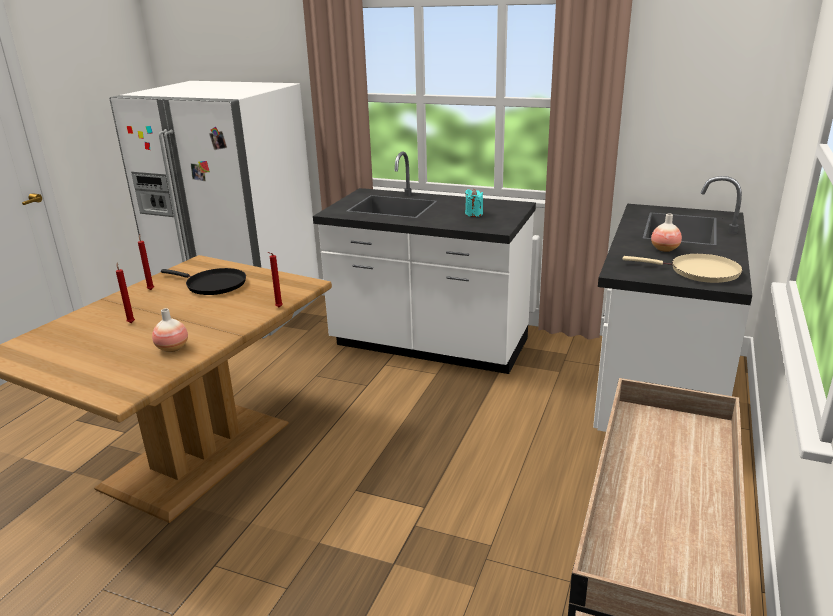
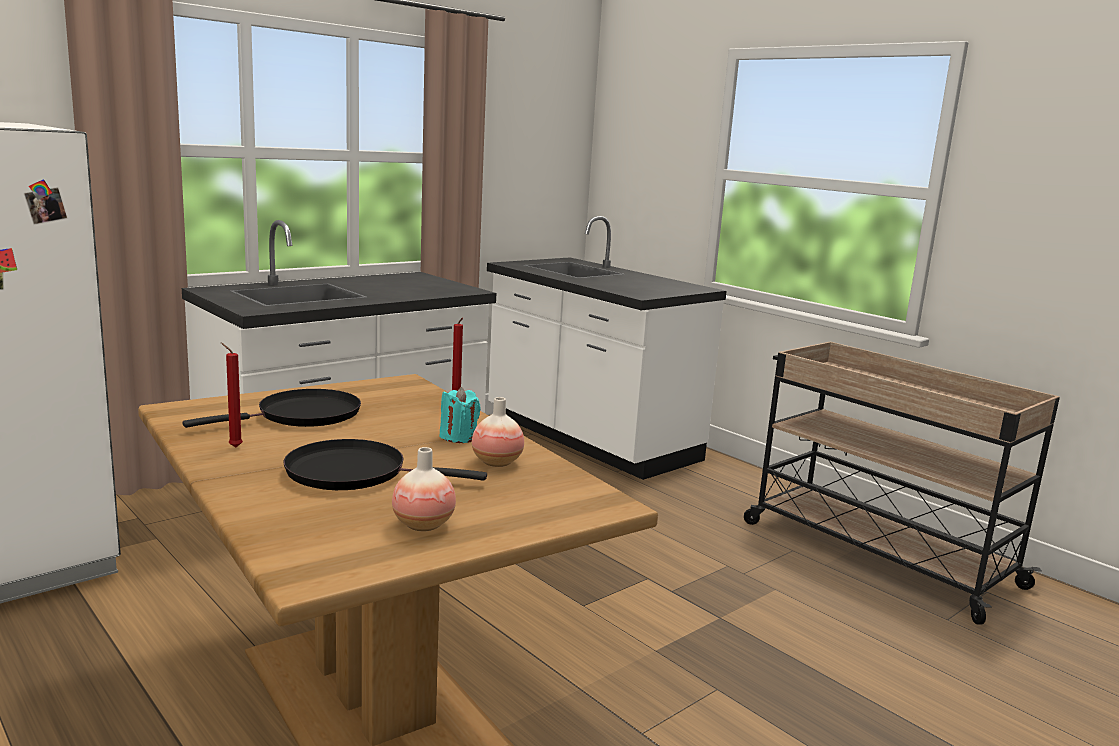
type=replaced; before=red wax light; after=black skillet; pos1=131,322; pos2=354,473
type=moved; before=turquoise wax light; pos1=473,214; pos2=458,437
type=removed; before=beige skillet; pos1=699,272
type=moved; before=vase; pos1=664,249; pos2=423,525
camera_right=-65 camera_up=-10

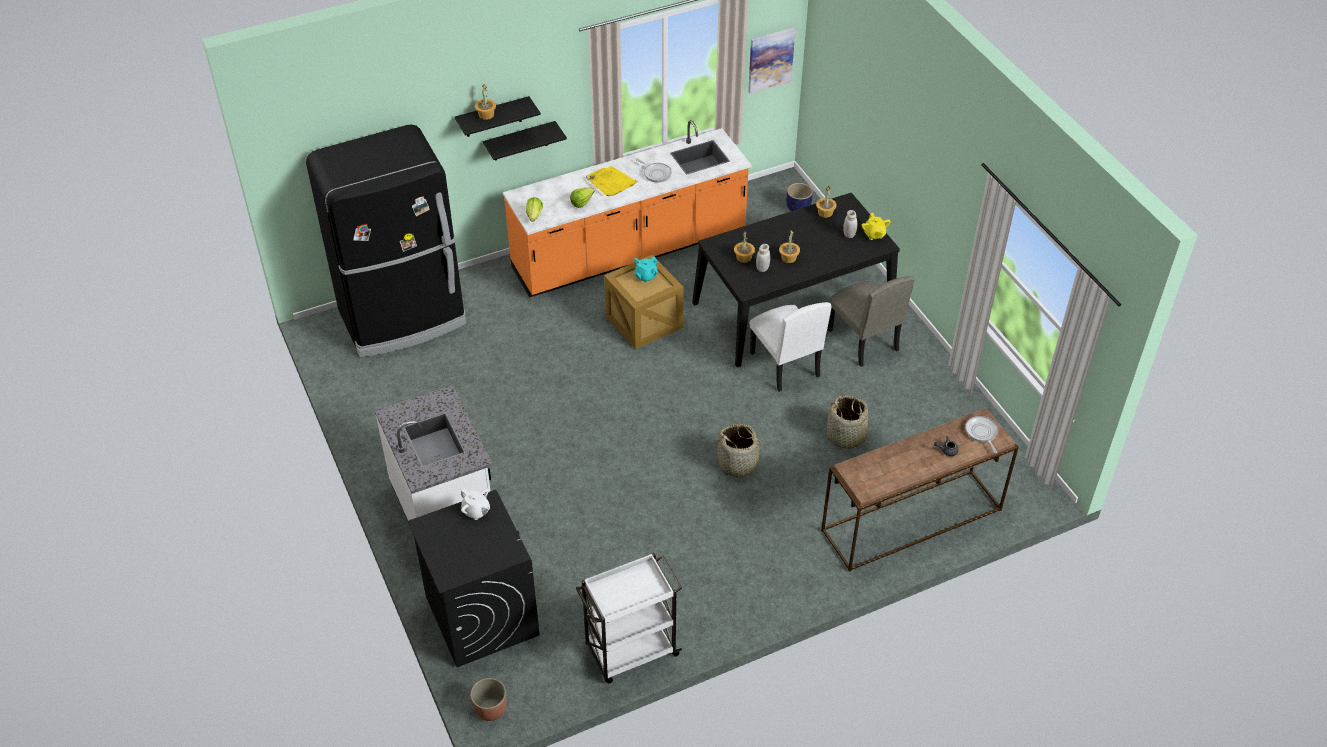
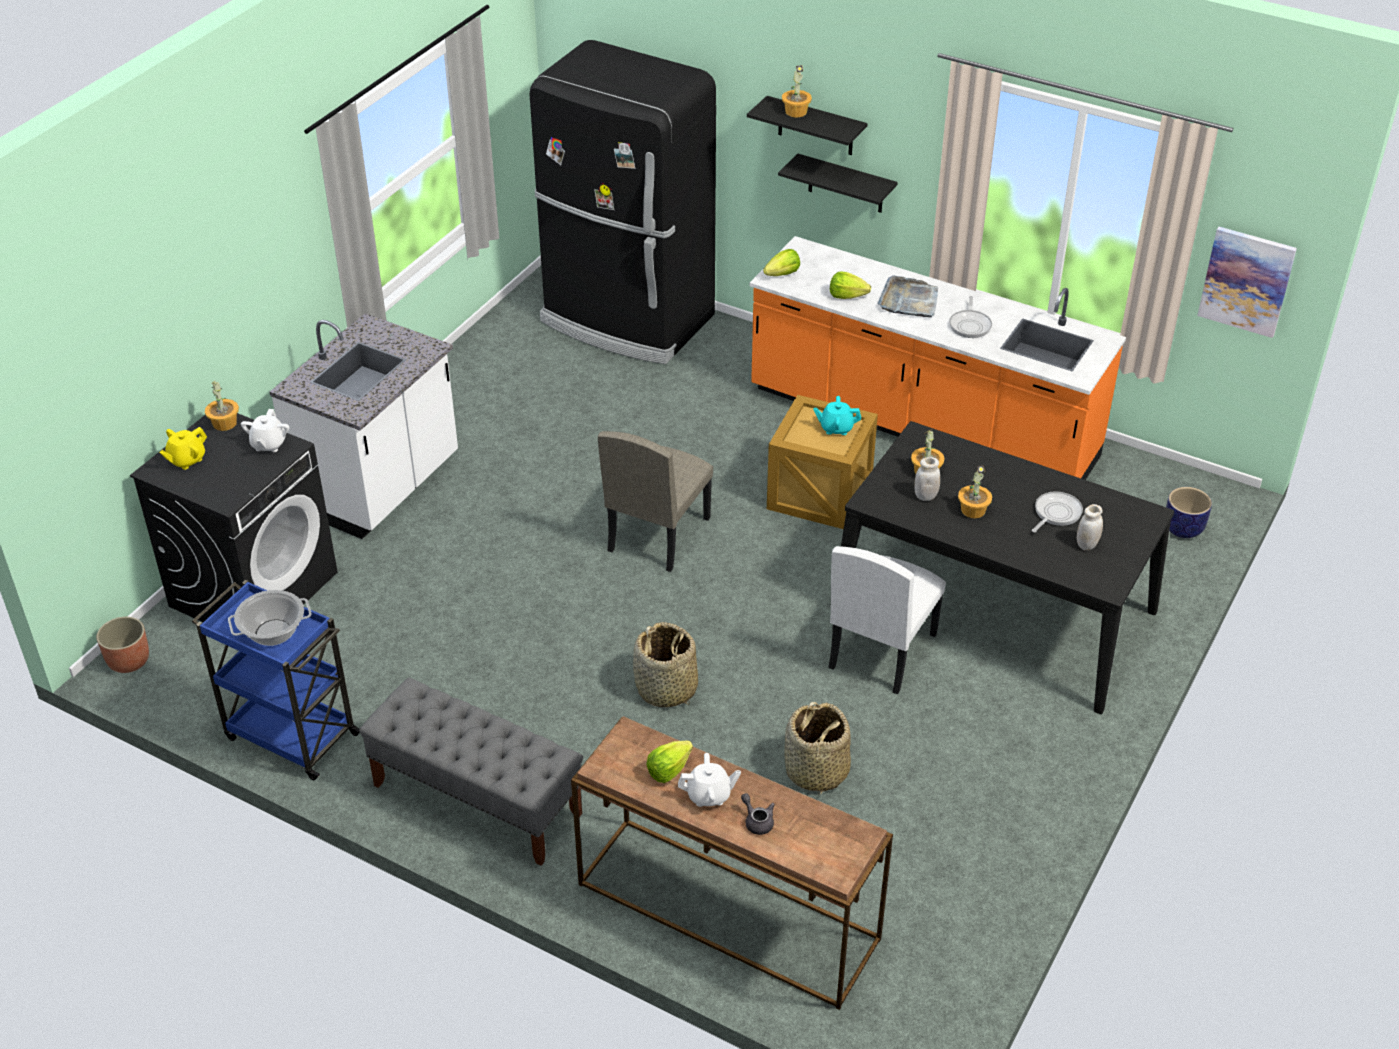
type=recoloured; before=white wheeled cart; after=bluish wheeled cart; pos1=630,651; pos2=290,735
type=recoloured; before=yellowish serving tray; after=greyish serving tray; pos1=611,182; pos2=909,300
type=moved; before=houseplant; pos1=825,212; pos2=225,423
type=moved; before=beige upright chair; pos1=862,340; pos2=658,534
type=moved; before=yellowish teapot; pos1=874,234; pos2=186,460
type=moved; before=skillet; pos1=982,433; pos2=1055,513
type=added; after=cooking pot; pos2=273,633
type=added; after=greyish long seat; pos2=476,799
type=added; after=head of lettuce; pos2=668,770
type=added; after=white teapot; pos2=709,795
camera_right=55 camera_up=-5

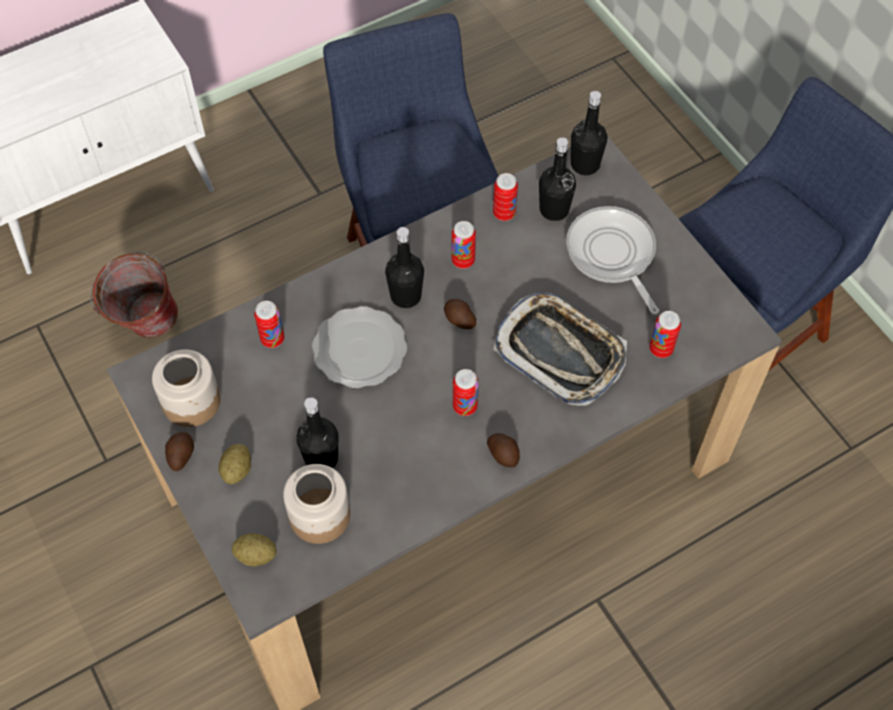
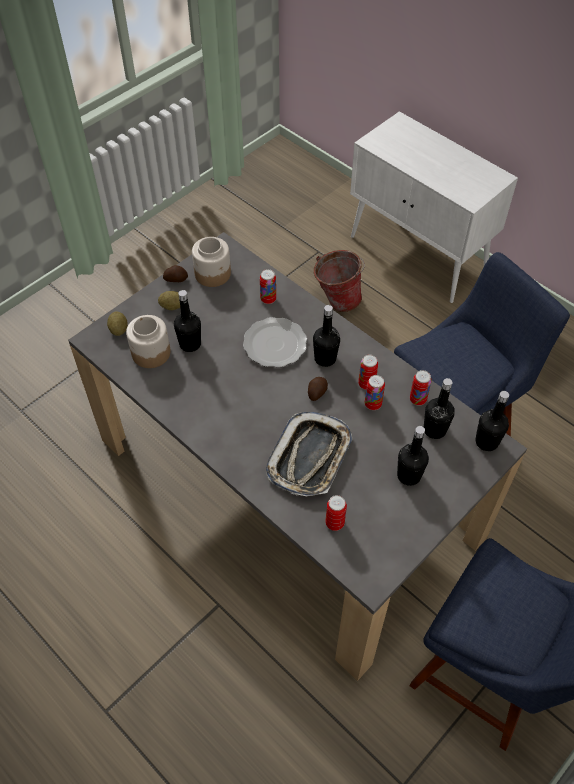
type=moved; before=sealed can; pos1=465,406; pos2=373,404
type=removed; before=whole potato; pos1=503,454
type=replaced; before=skillet; after=black drink bottle; pos1=612,255; pos2=409,475
camera_right=75 camera_up=-5

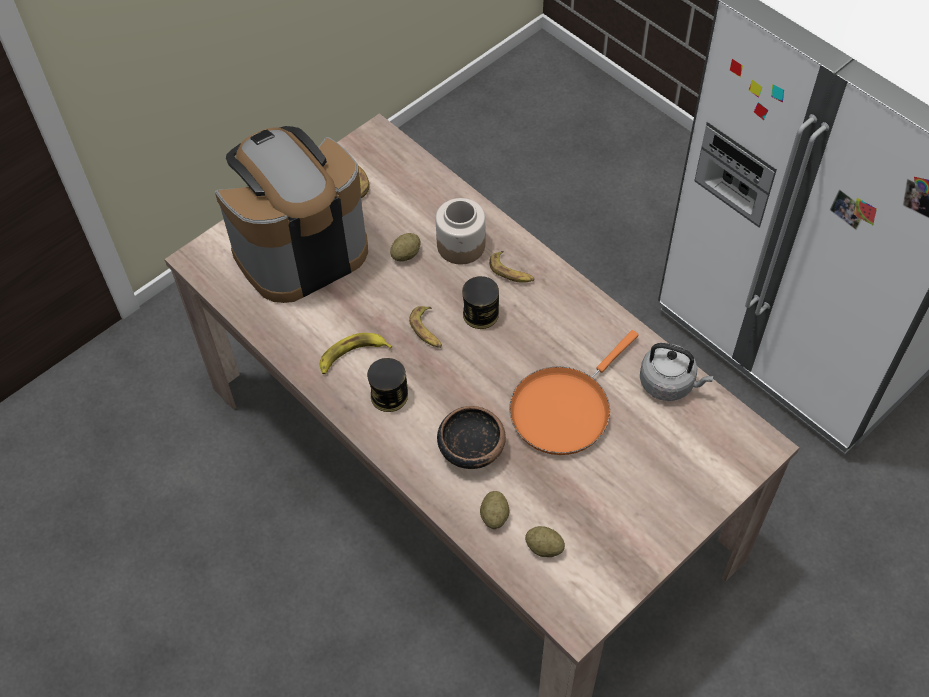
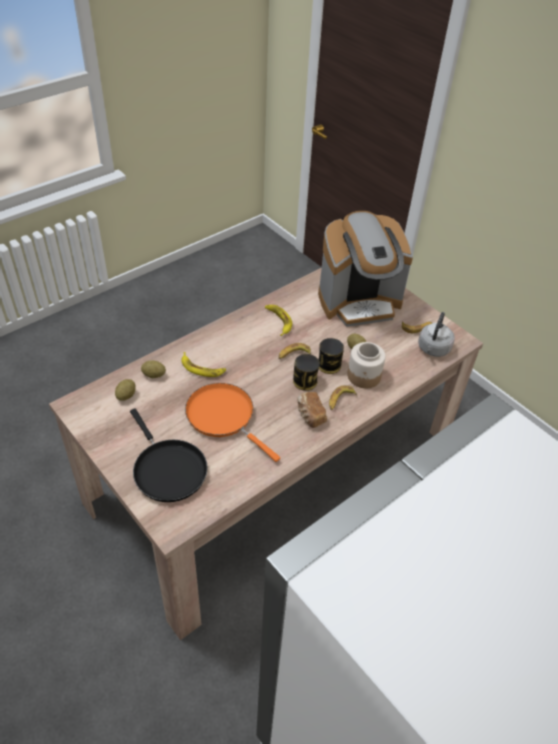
type=turned; before=coffee machine; pos1=300,250; pos2=359,302; turn=105
type=moved; before=sealed can; pos1=389,395; pos2=329,365
type=replaced; before=serving bowl; after=banana; pos1=471,449; pos2=202,368
type=moved; before=greyish kettle; pos1=669,383; pos2=433,349
type=added; after=black skillet; pos2=167,469
type=added; after=baked bread; pos2=309,415
camera_right=90 camera_up=-10

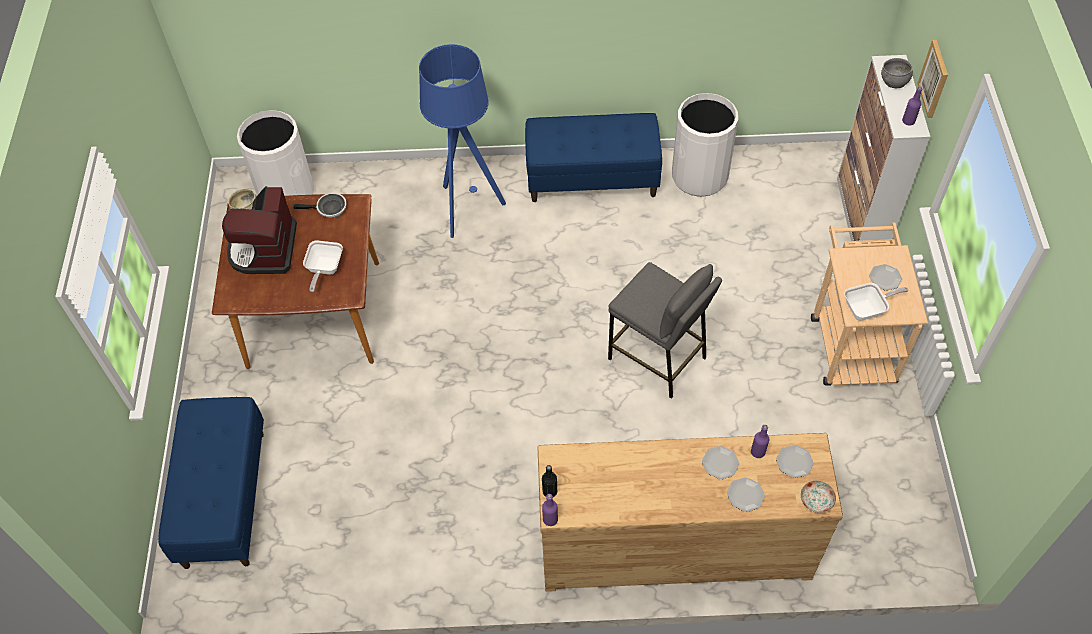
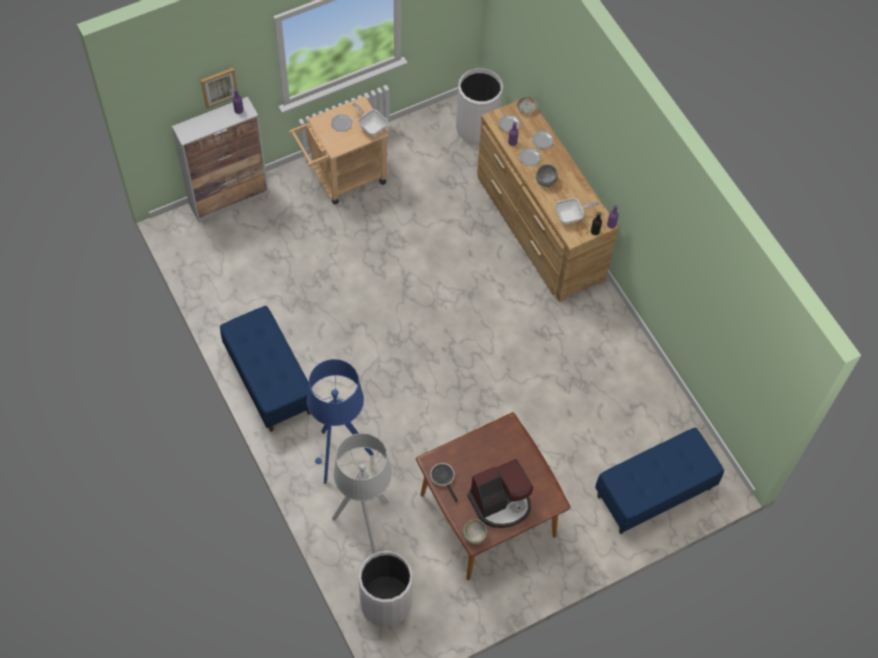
type=moved; before=skillet; pos1=324,269; pos2=571,216
type=removed; before=greyish sitting stool; pos1=657,358
type=moved; before=white rubbish bin; pos1=699,176; pos2=477,127
type=moved; before=greyish serving bowl; pos1=894,81; pos2=546,181
type=added; after=greyish standing lamp; pos2=365,525
camera_right=-120 camera_up=5

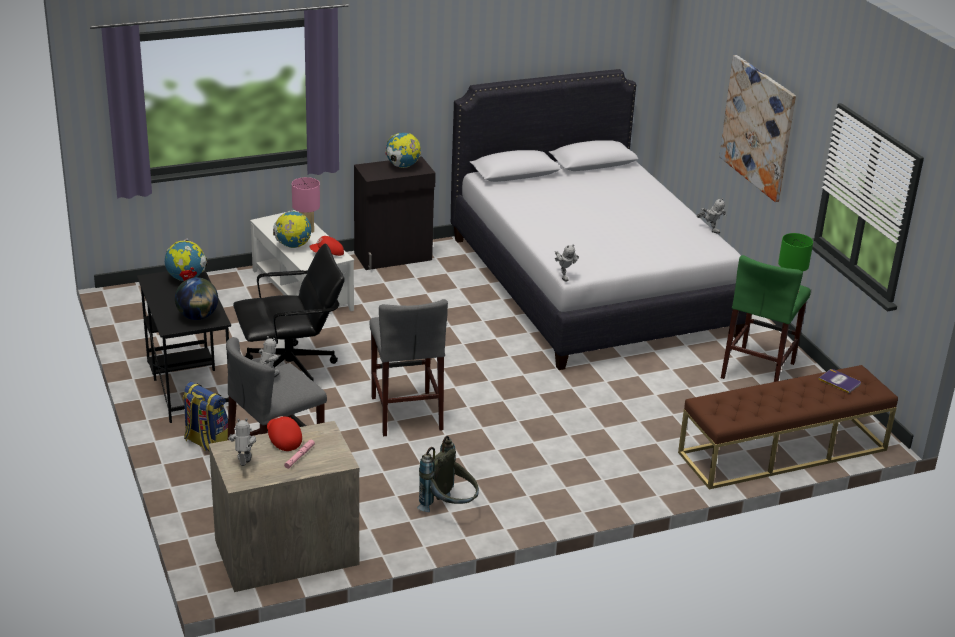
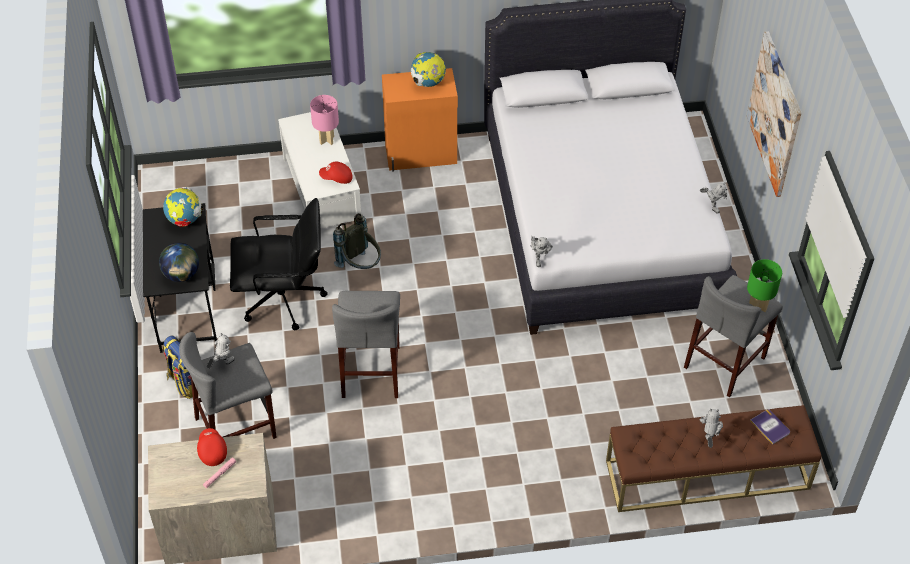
type=moved; before=robot figure; pos1=244,464; pos2=708,439
type=removed; before=globe; pos1=293,246
type=recoloured; before=black storage cabinet; after=orange-coloured storage cabinet; pos1=394,257; pos2=421,155
type=moved; before=greyish knapsack; pos1=449,509; pos2=360,266
type=recoloured; before=green-coloured sitting stool; after=greyish sitting stool; pos1=758,370; pos2=725,362
camera_right=15 camera_up=20

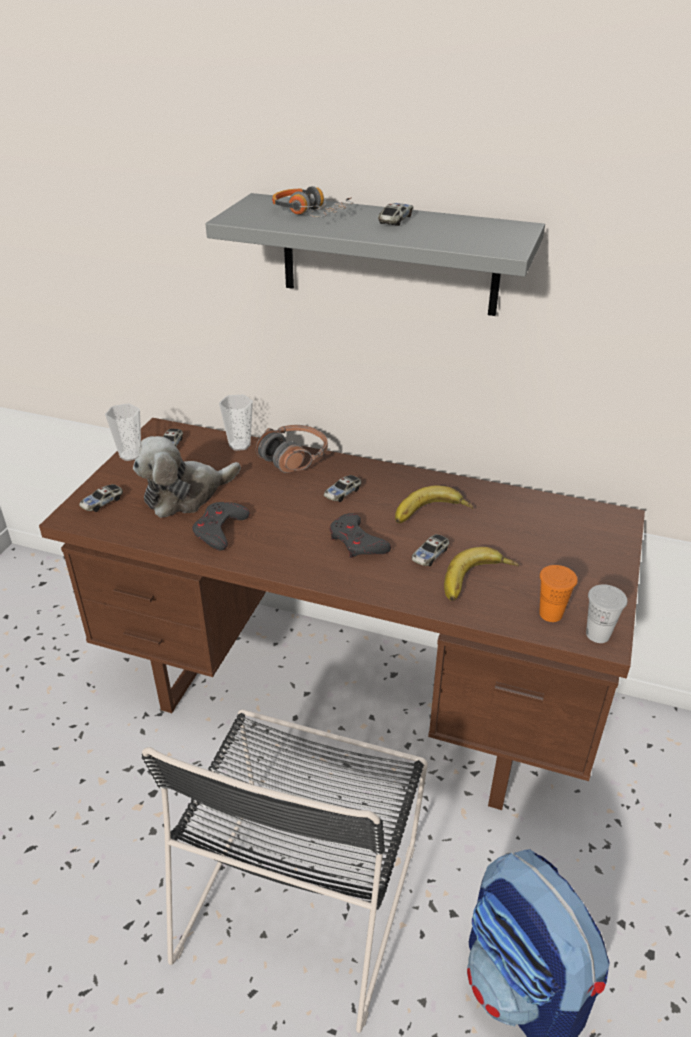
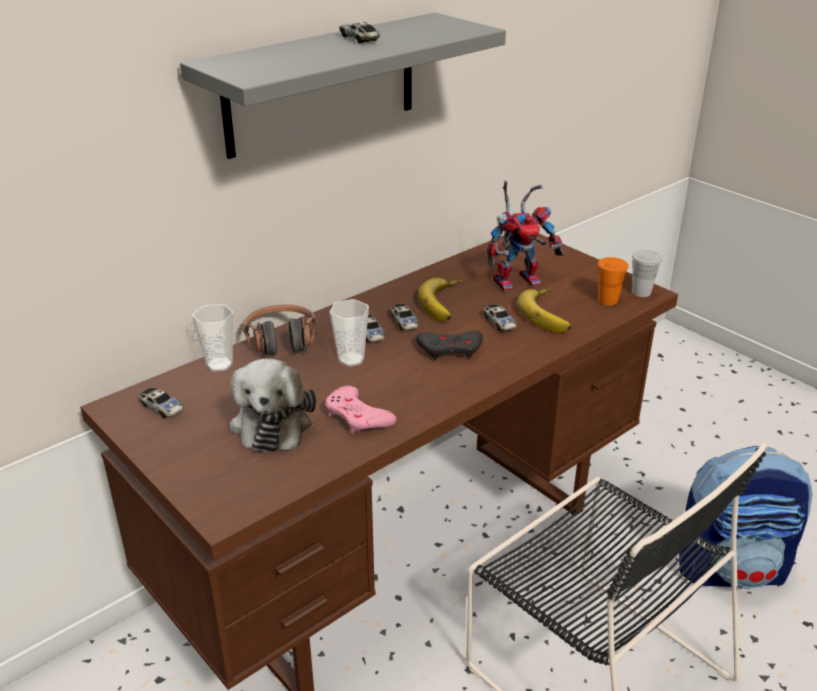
type=moved; before=model car; pos1=102,503; pos2=404,322
type=moved; before=small cup; pos1=130,455; pos2=351,359
type=recoloured; before=greyish joypad; after=pinkish joypad; pos1=220,530; pos2=357,416
type=removed; before=pair of headphones; pos1=311,213
type=added; after=robot figure; pos2=518,280
camera_right=-60 camera_up=-5

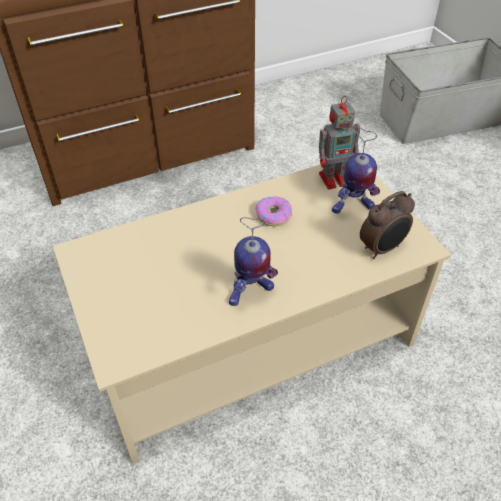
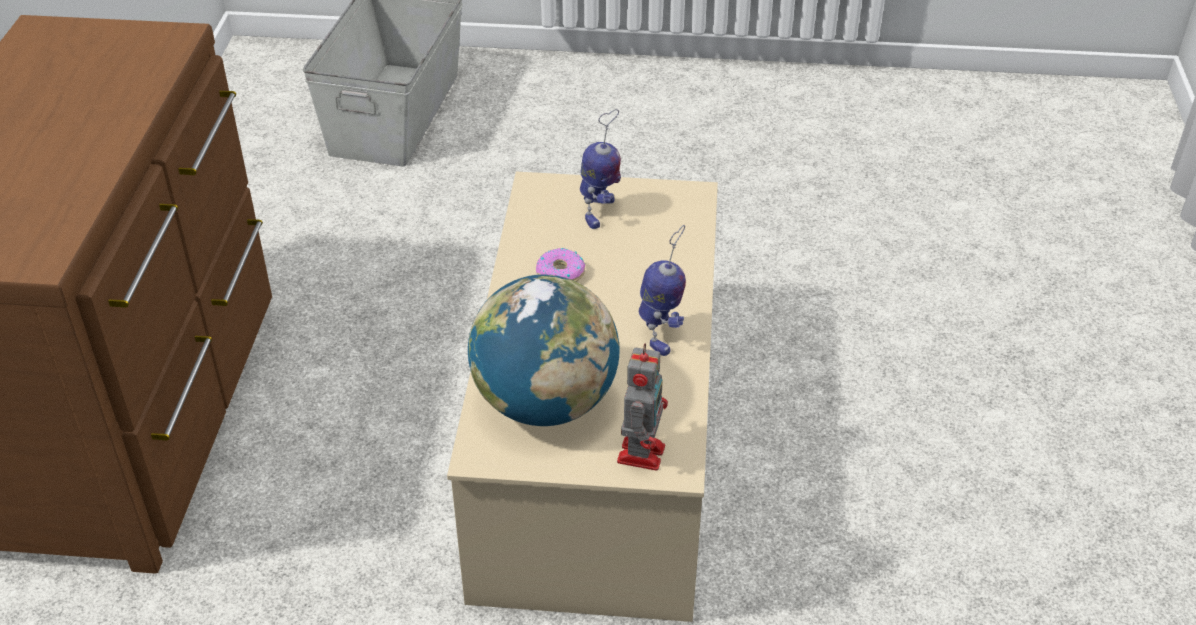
type=moved; before=robot figure; pos1=335,178; pos2=641,452
type=removed; before=table clock; pos1=382,249
type=added; after=globe; pos2=545,403
camera_right=-60 camera_up=-5

